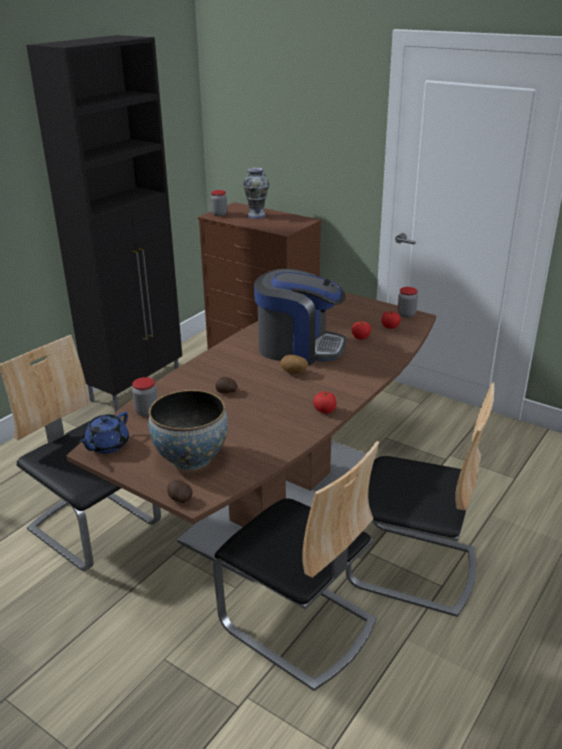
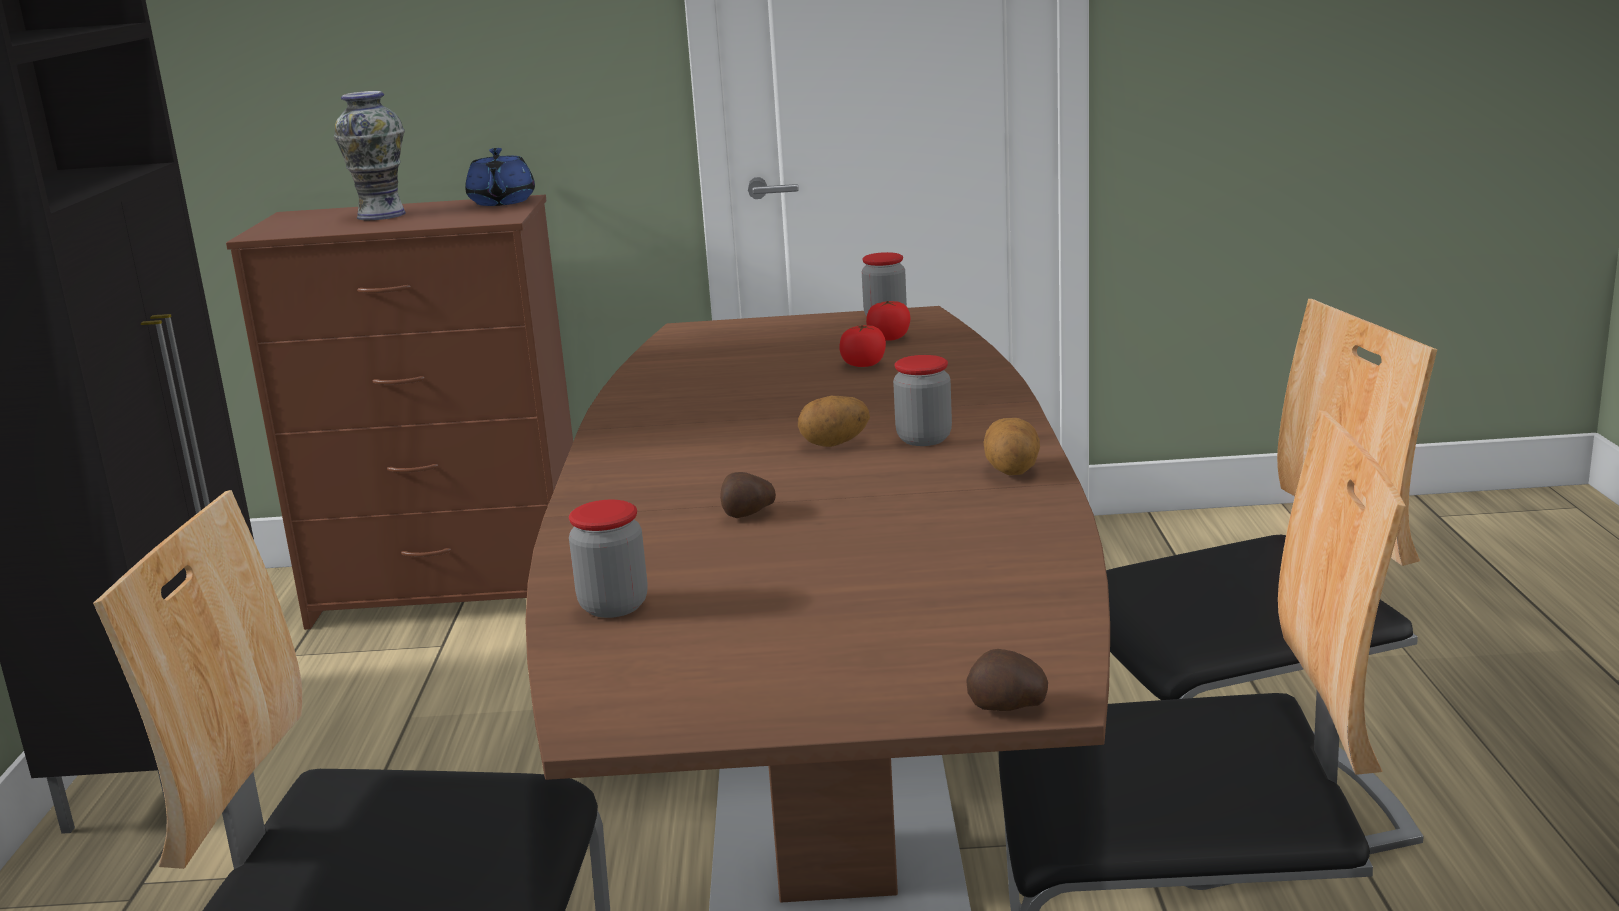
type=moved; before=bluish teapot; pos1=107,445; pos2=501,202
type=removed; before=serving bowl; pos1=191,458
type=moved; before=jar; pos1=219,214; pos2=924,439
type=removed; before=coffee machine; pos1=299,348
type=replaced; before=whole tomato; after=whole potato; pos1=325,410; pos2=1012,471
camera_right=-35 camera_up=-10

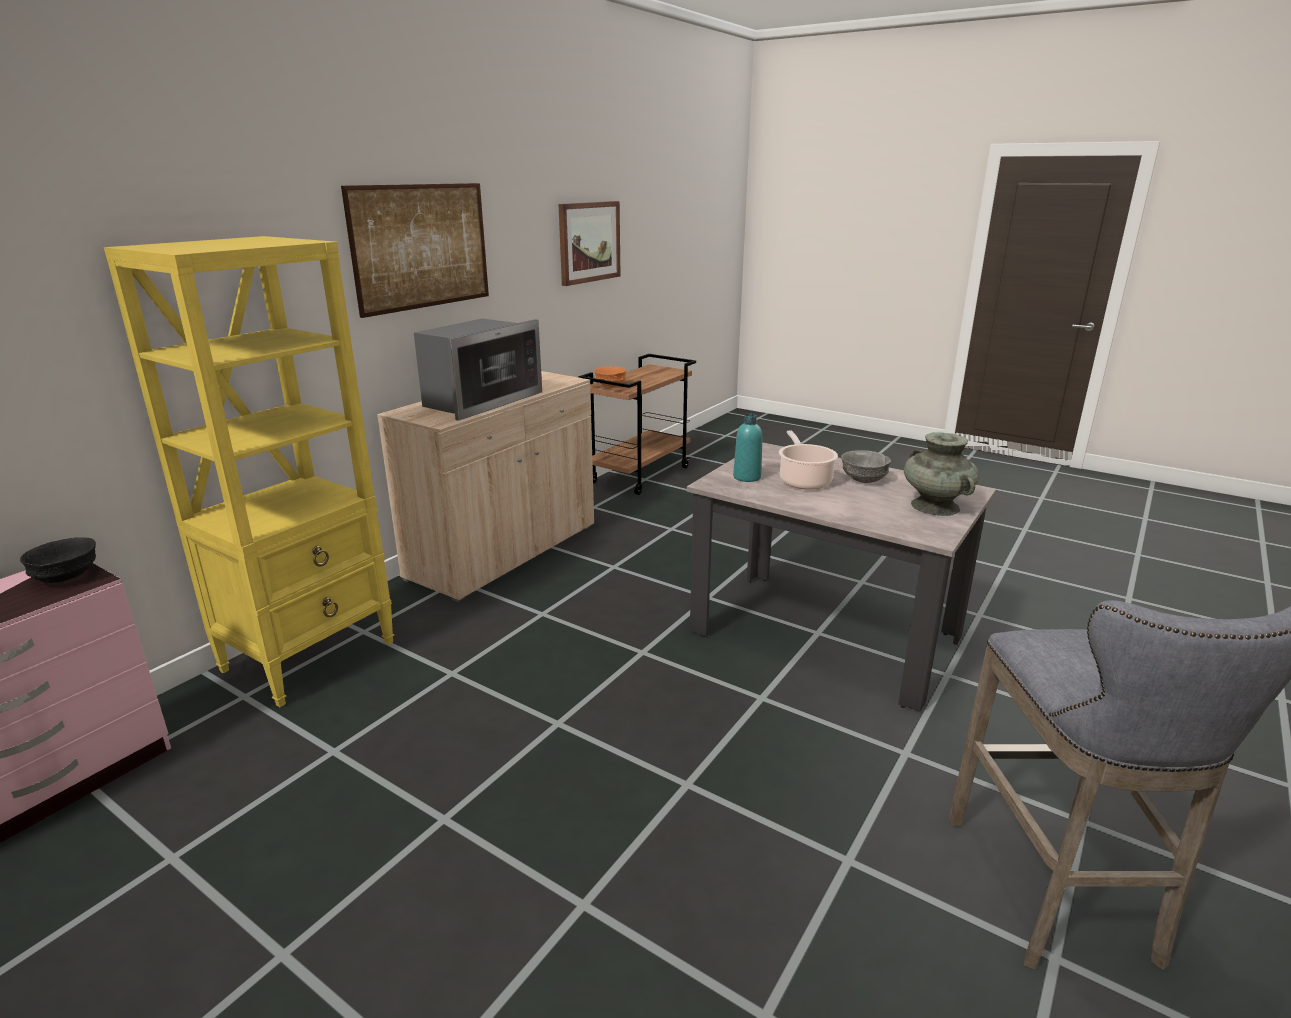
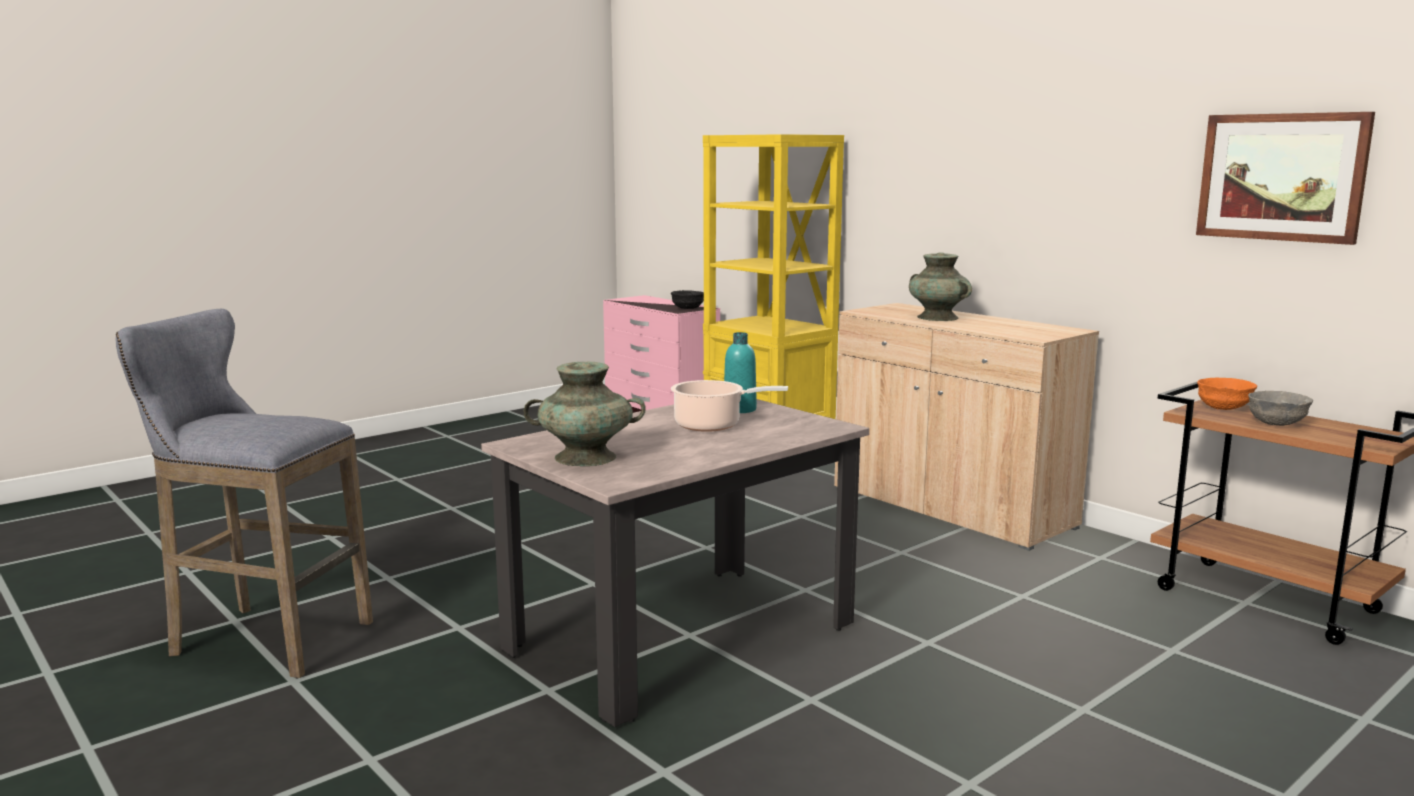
type=removed; before=picture; pos1=422,246
type=replaced; before=kitchen microwave; after=turquoise vase; pos1=480,400; pos2=938,317
type=moved; before=greyish serving bowl; pos1=864,479; pos2=1277,423
camera_right=105 camera_up=-10

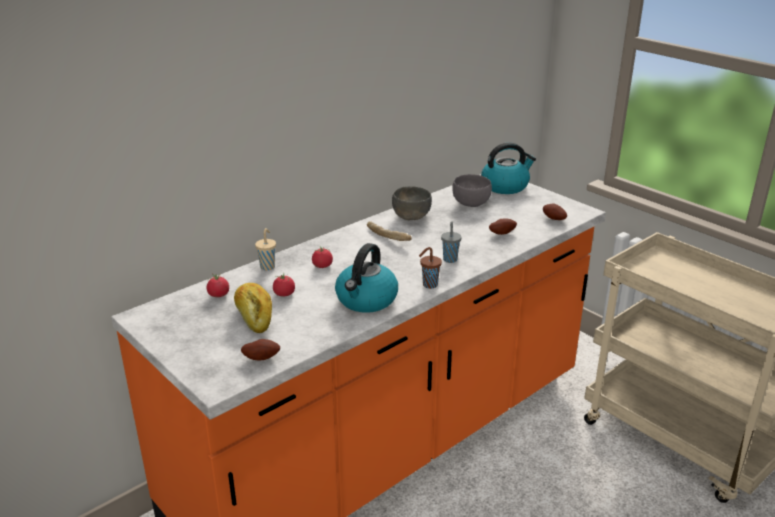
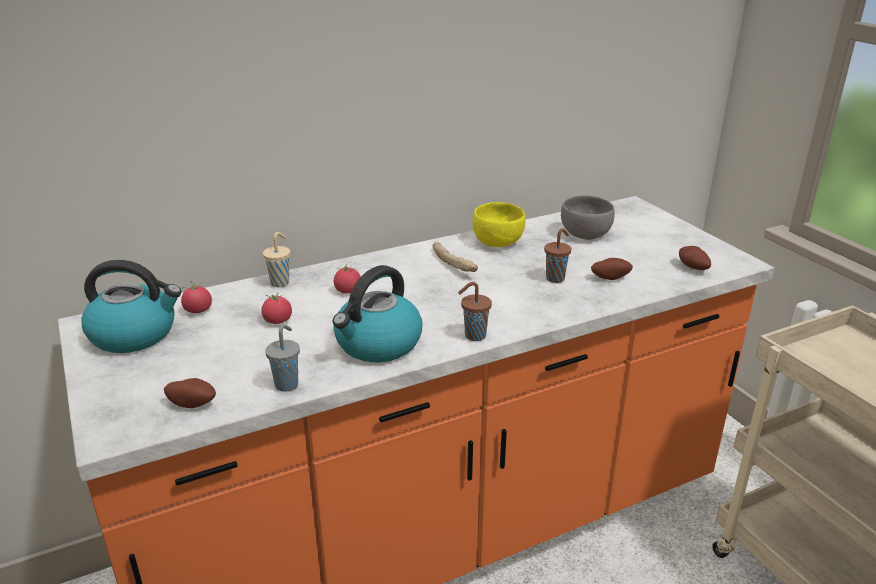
type=removed; before=baked bread; pos1=254,315
type=recoloured; before=greyish serving bowl; after=yellowish serving bowl; pos1=411,216; pos2=497,241
type=moved; before=greyish small cup; pos1=450,259; pos2=287,384
type=moved; before=kettle; pos1=505,186; pos2=135,334
type=added; after=brownish small cup; pos2=556,278
camera_right=15 camera_up=0

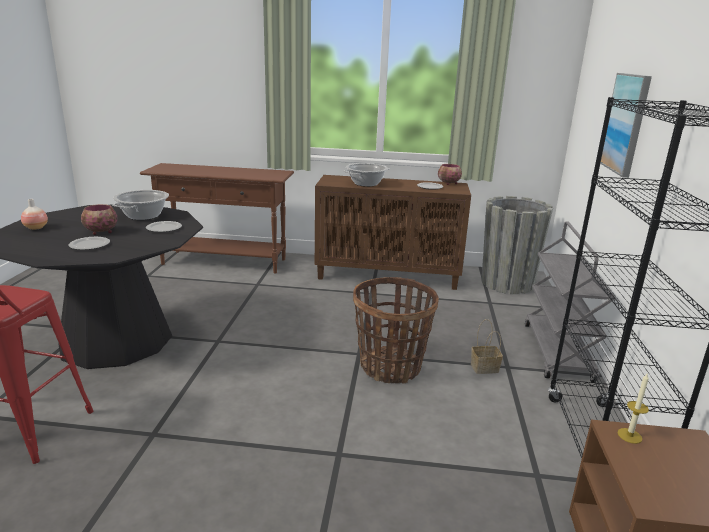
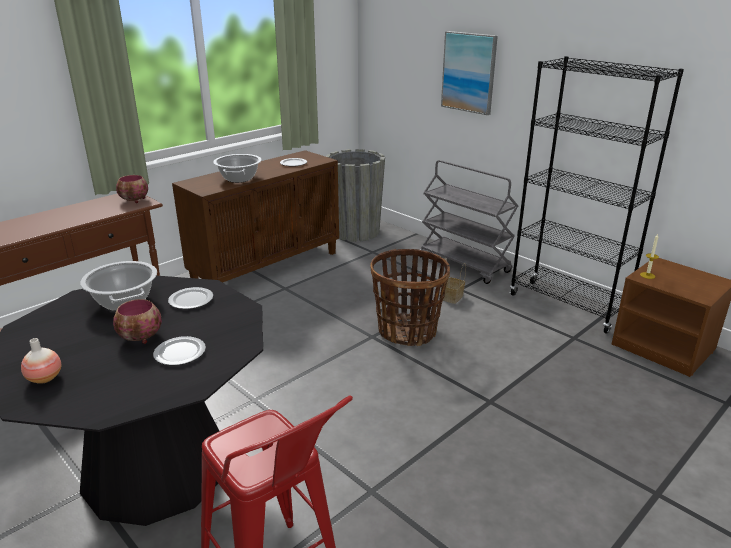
type=moved; before=serving bowl; pos1=448,183; pos2=134,200
camera_right=-50 camera_up=5

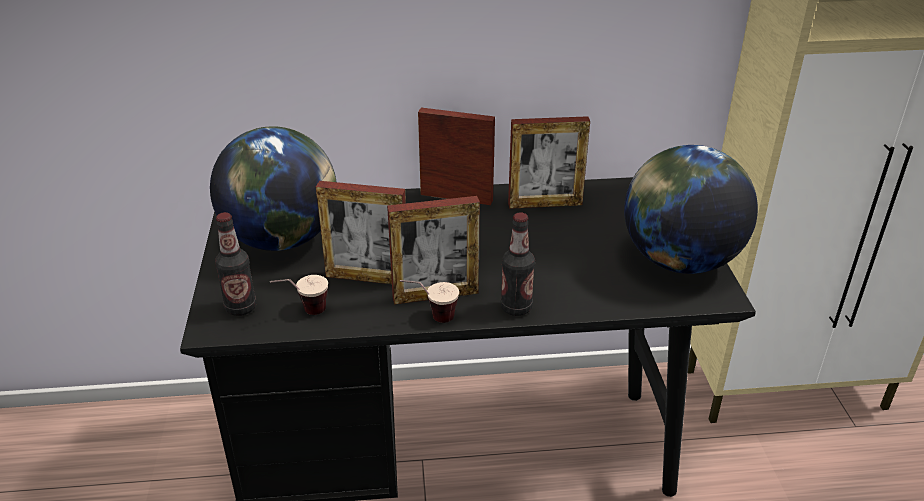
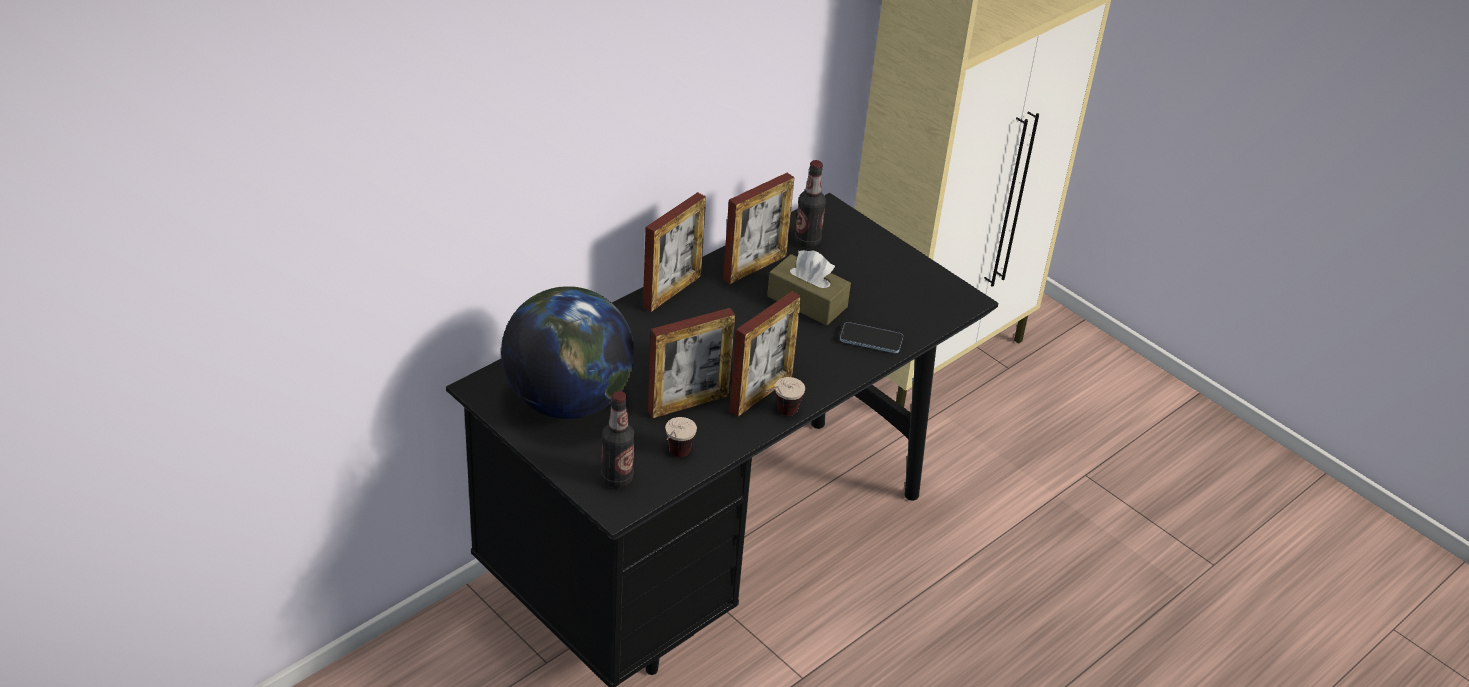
type=turned; before=standing frame; pos1=456,197; pos2=672,291; turn=150
type=moved; before=drink bottle; pos1=516,308; pos2=807,241
type=removed; before=globe; pos1=679,261
type=added; after=brownish box of tissues; pos2=807,301
type=added; after=handset; pos2=871,339
camera_right=-40 camera_up=5

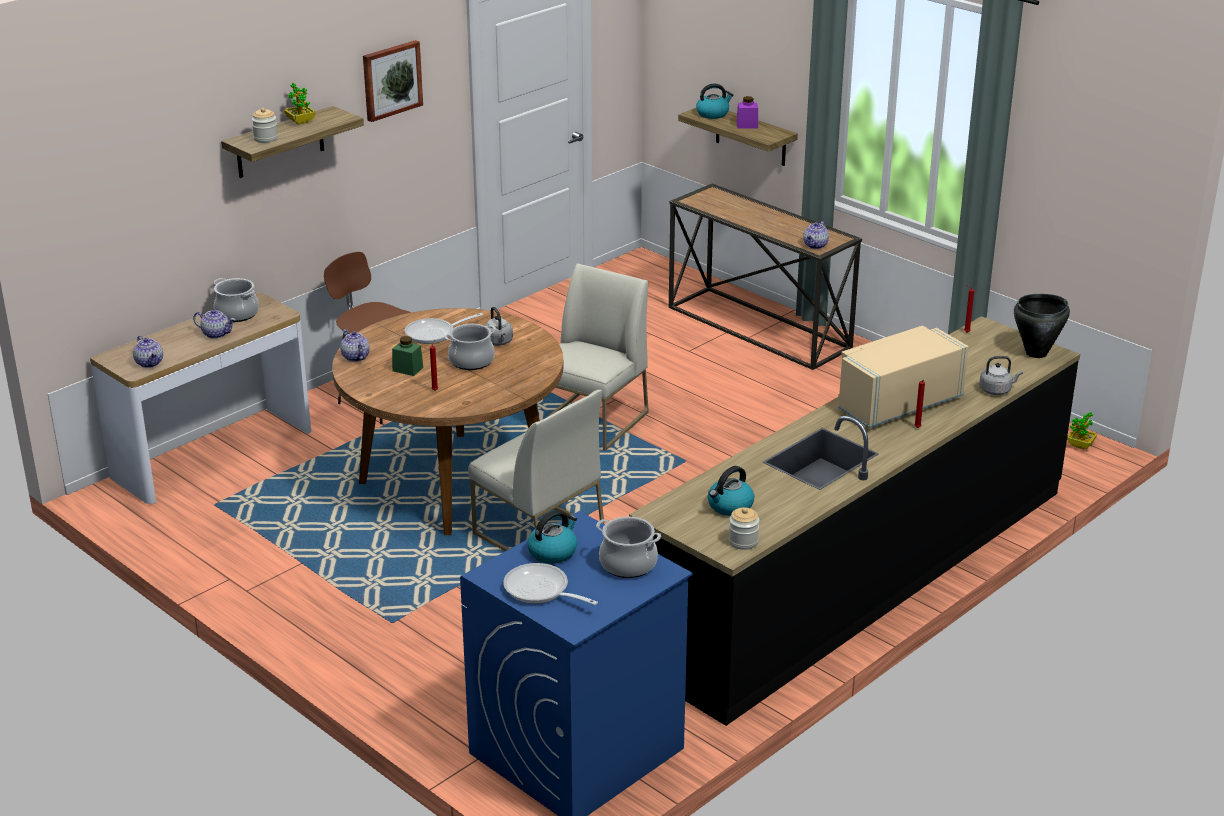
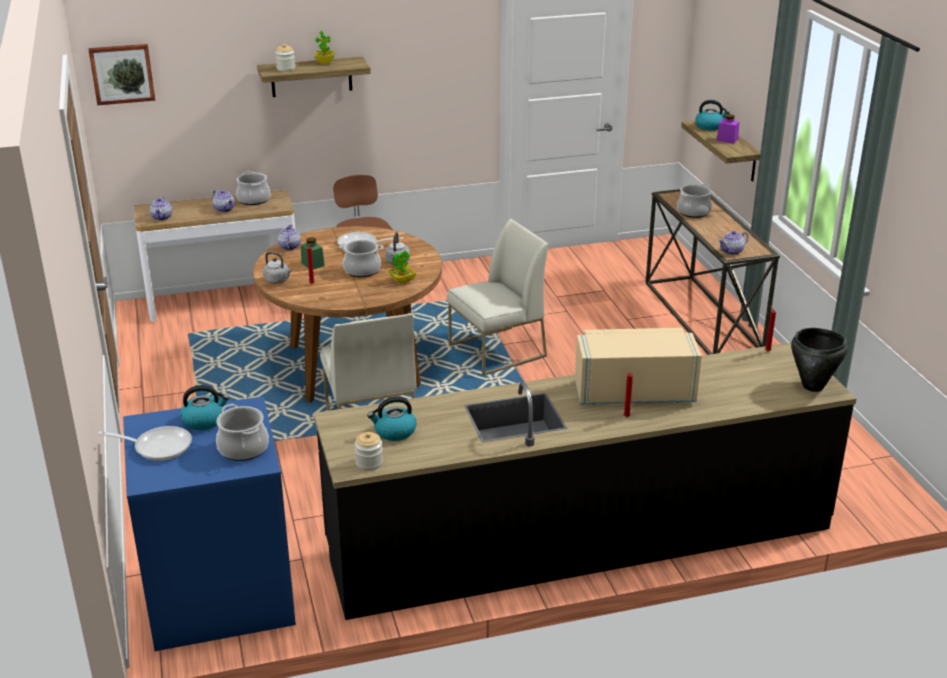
type=moved; before=picture; pos1=391,80; pos2=122,73
type=turned; before=skillet; pos1=540,591; pos2=158,446; turn=120
type=moved; before=greyish kettle; pos1=997,390; pos2=278,280
type=moved; before=houseplant; pos1=1080,445; pos2=402,281
type=added; after=cooking pot; pos2=693,212
camera_right=30 camera_up=0

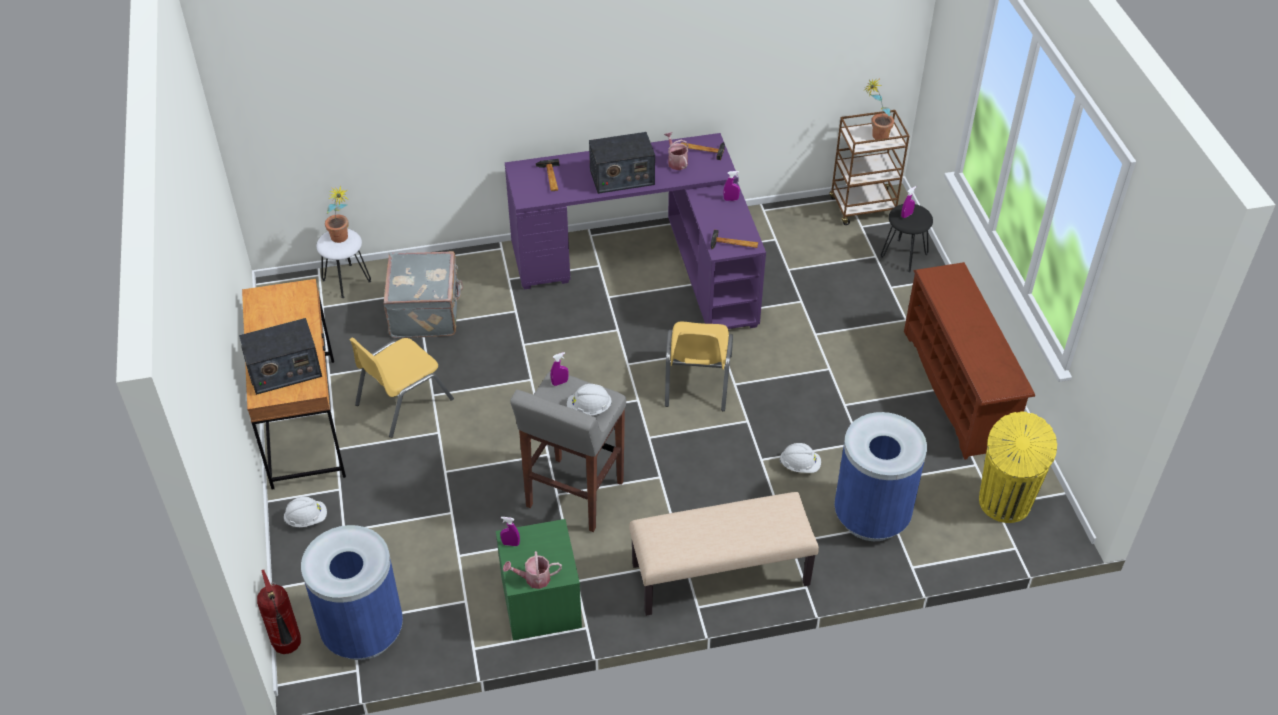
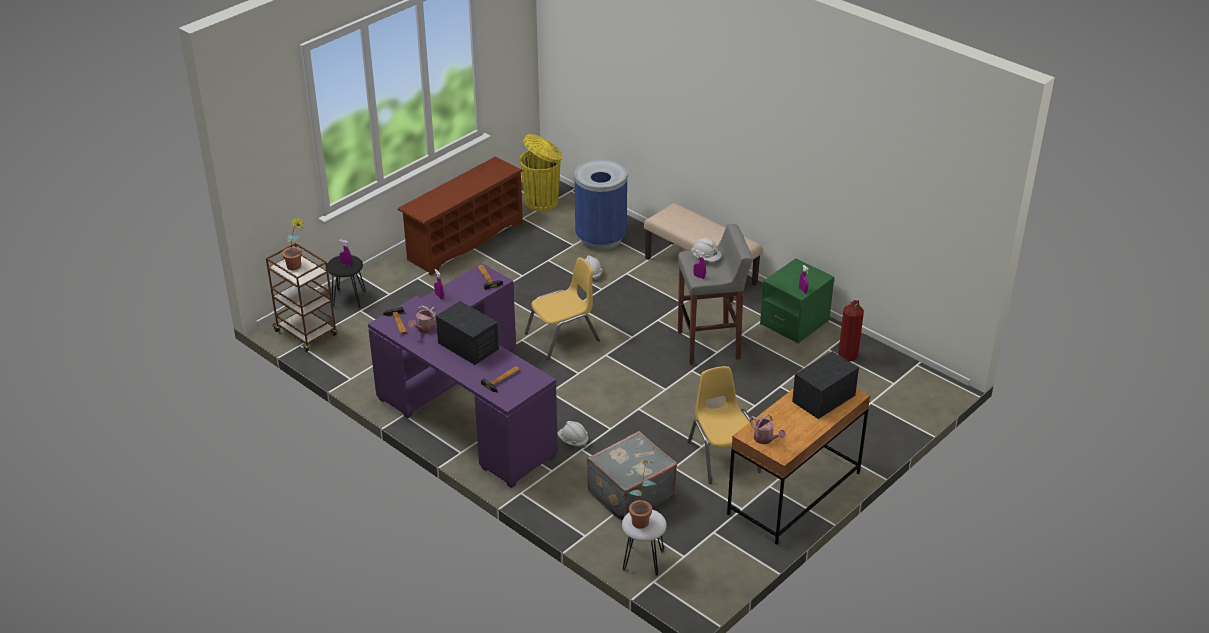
type=turned; before=radio; pos1=284,371; pos2=824,398; turn=-75
type=moved; before=fire extinguisher; pos1=289,648; pos2=848,356
type=moved; before=white hard hat; pos1=307,519; pos2=573,441
type=removed; before=bluish rubbish bin; pos1=363,631
type=turned; before=yellowish upright chair; pos1=403,401; pos2=723,456; turn=-120
type=moved; before=watering pot; pos1=533,579; pos2=765,439
camera_right=-125 camera_up=-10

